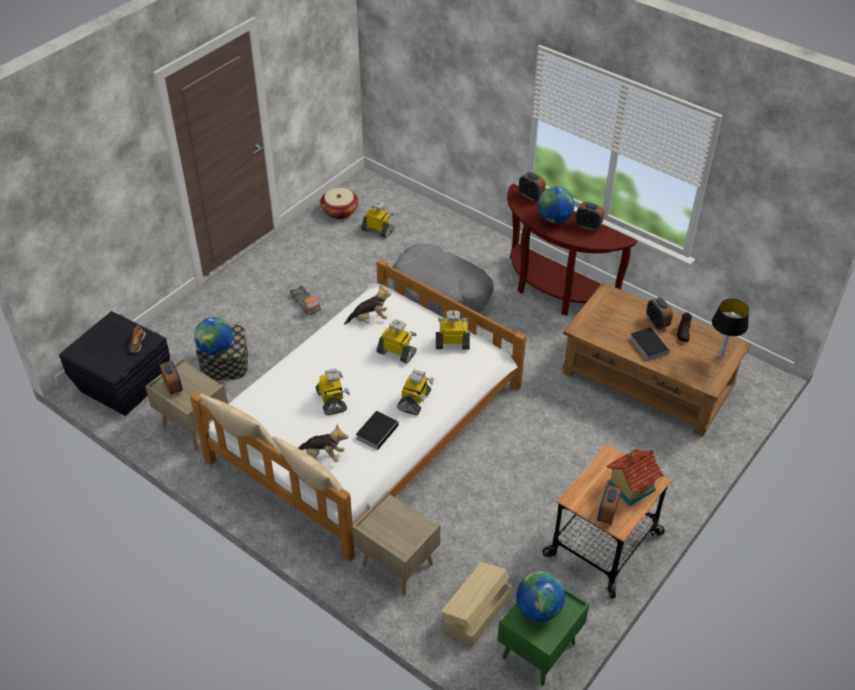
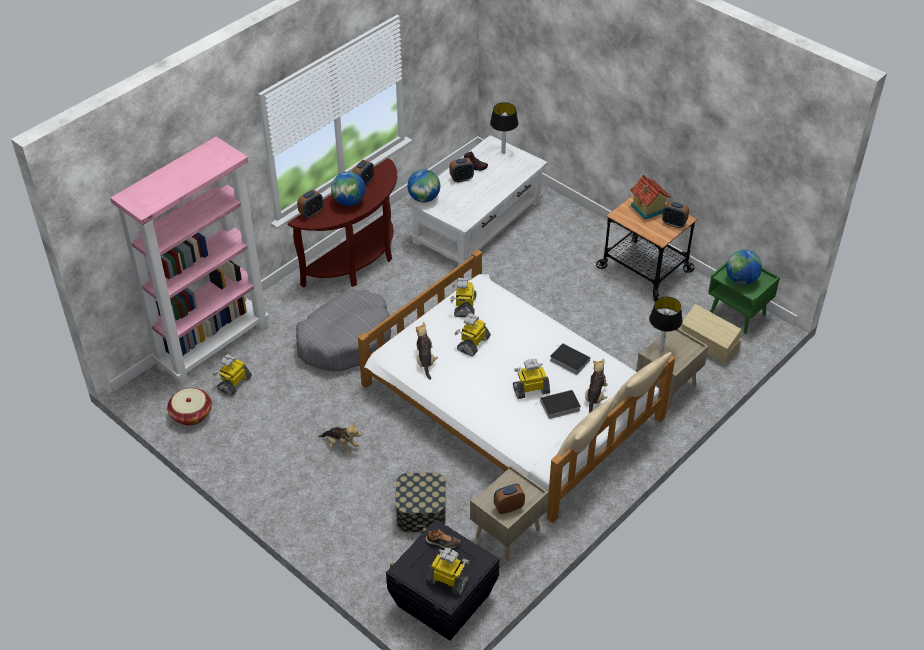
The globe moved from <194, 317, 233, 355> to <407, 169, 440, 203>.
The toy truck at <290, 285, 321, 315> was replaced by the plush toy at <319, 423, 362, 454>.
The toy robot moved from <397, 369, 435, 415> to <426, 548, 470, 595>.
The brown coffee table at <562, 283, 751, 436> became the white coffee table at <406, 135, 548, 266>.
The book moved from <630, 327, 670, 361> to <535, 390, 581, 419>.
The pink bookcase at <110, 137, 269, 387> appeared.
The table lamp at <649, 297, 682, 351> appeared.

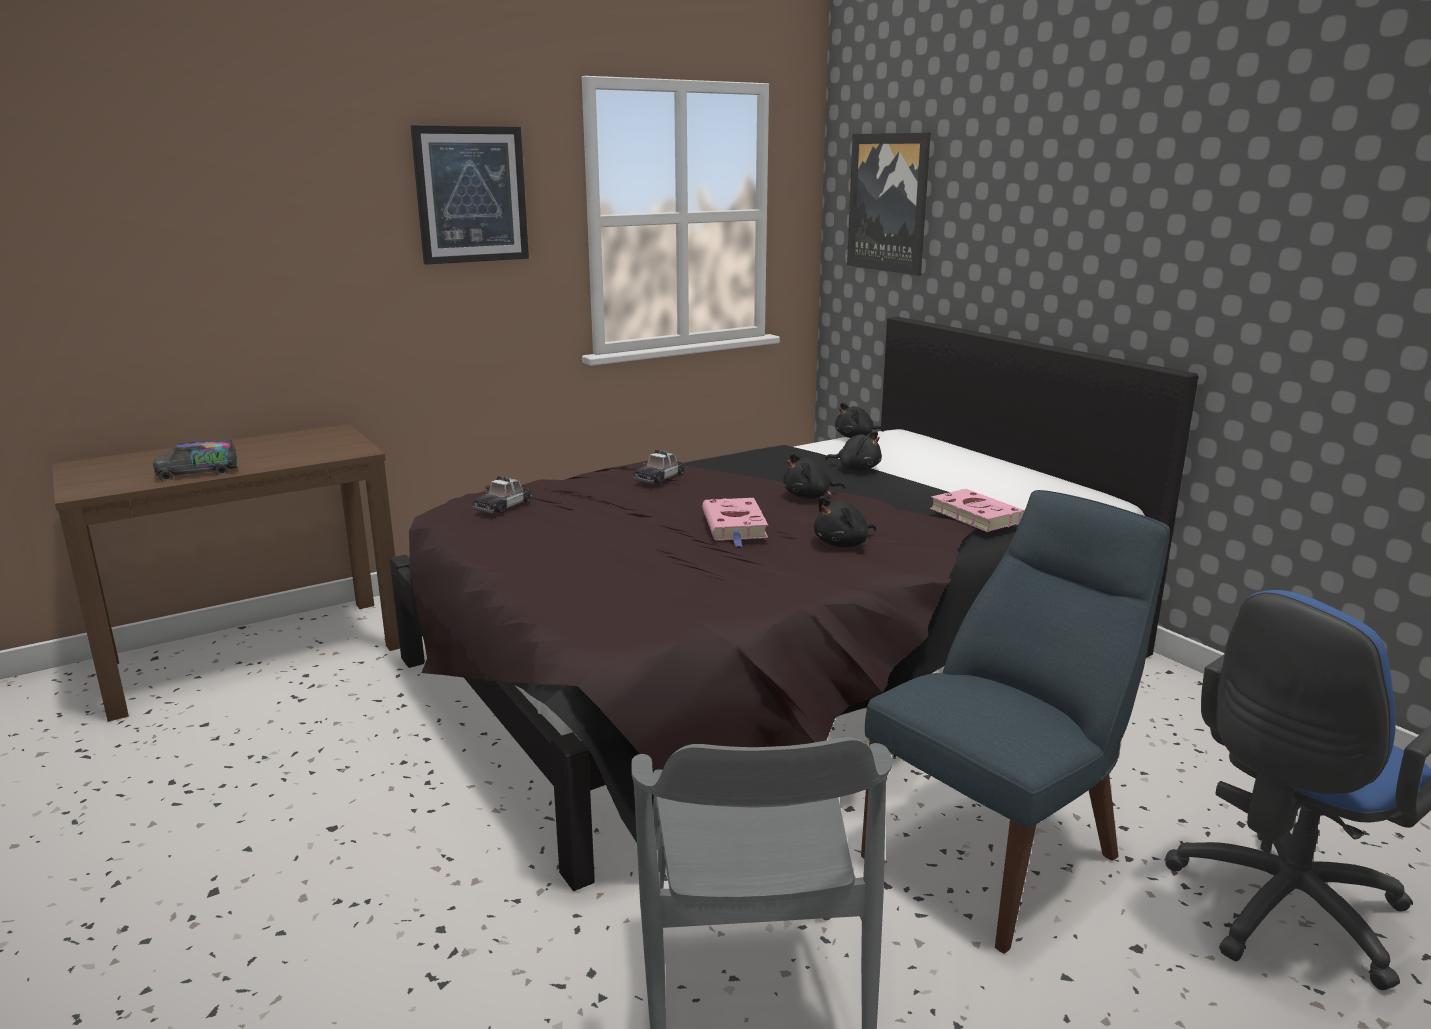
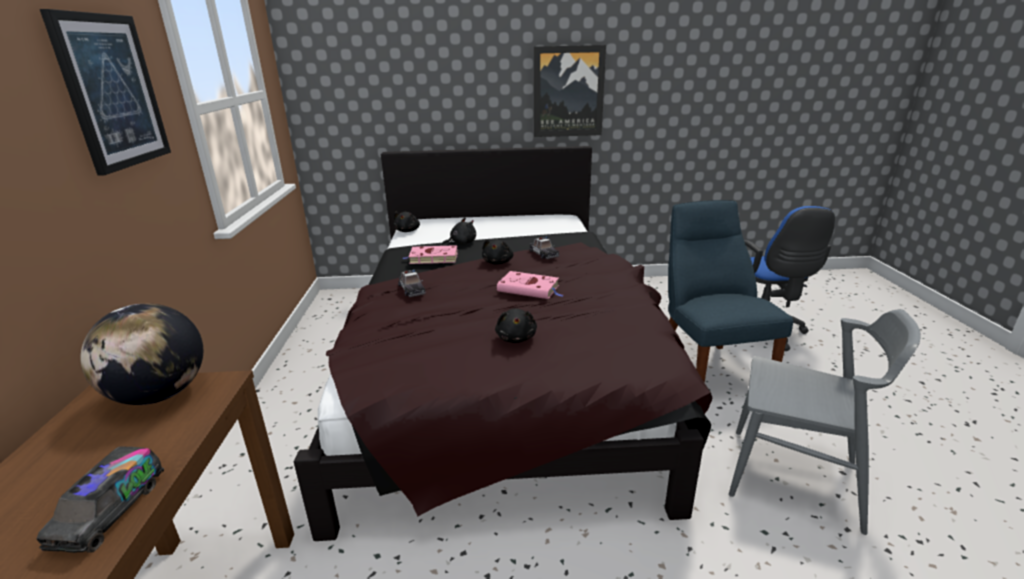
The toy car moved from <473, 476, 532, 514> to <529, 236, 559, 259>.
The black plush toy moved from <814, 496, 876, 547> to <495, 308, 537, 343>.
The picture moved from <847, 133, 931, 275> to <534, 45, 606, 137>.
The pink book moved from <930, 489, 1024, 532> to <403, 245, 458, 264>.
The globe at <80, 303, 203, 405> appeared.

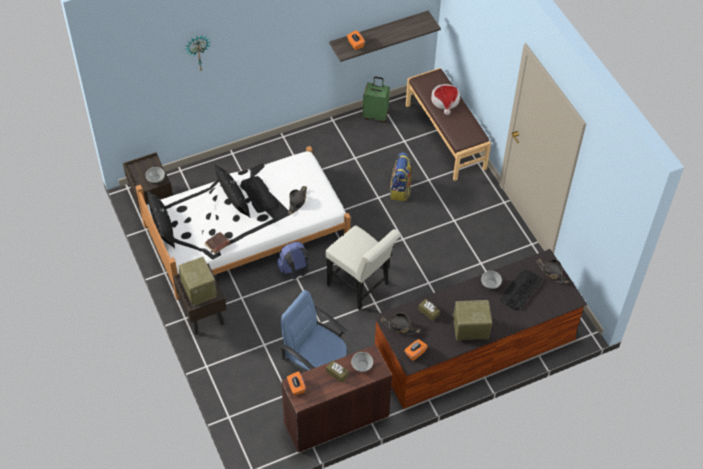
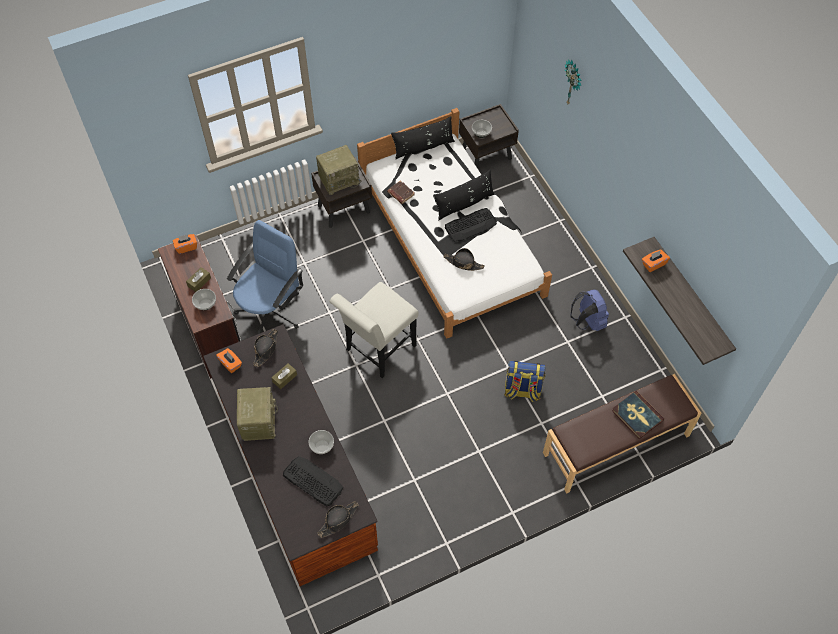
The blue backpack moved from <277, 241, 309, 279> to <570, 289, 609, 331>.
The green suitcase at <363, 76, 390, 123> disappeared.
The hat at <431, 84, 460, 115> was replaced by the book at <612, 390, 664, 439>.

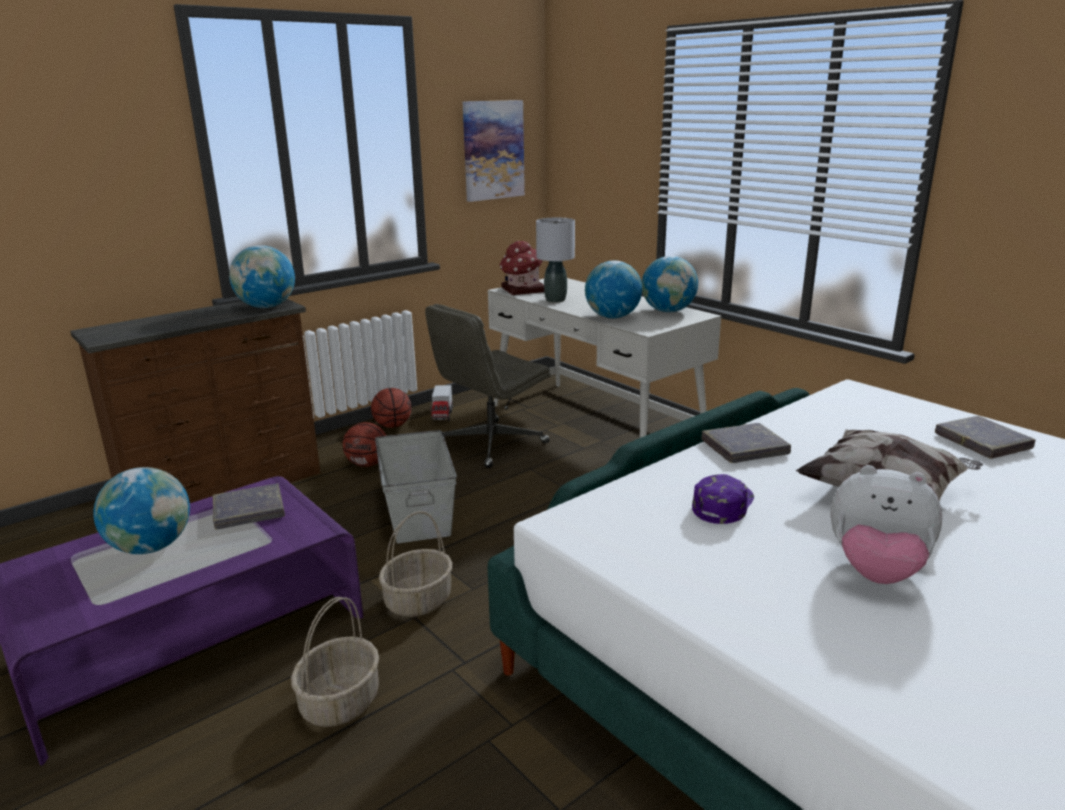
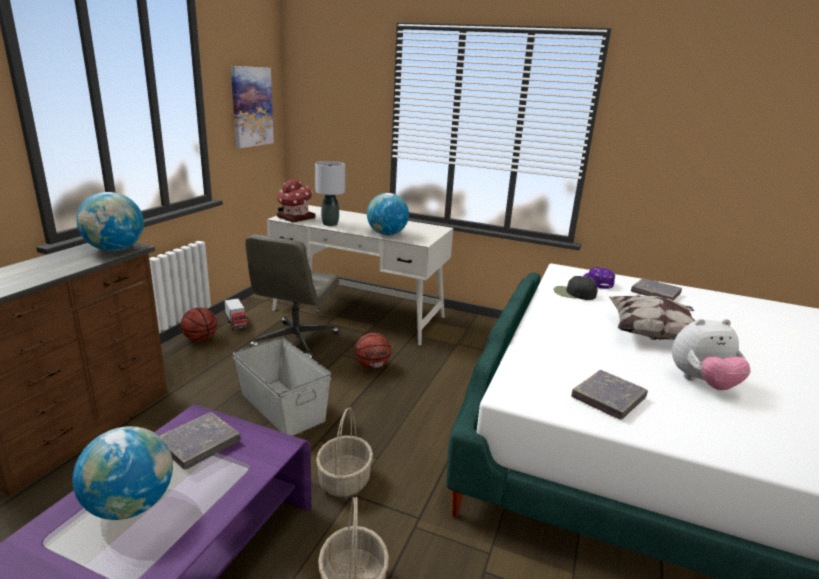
The basketball moved from <343, 422, 387, 467> to <355, 333, 391, 369>.
The globe at <642, 256, 698, 313> disappeared.
The purple cap moved from <692, 474, 754, 524> to <584, 267, 615, 289>.
The grey book moved from <702, 423, 791, 463> to <571, 370, 648, 420>.
The black cap at <554, 276, 598, 300> appeared.

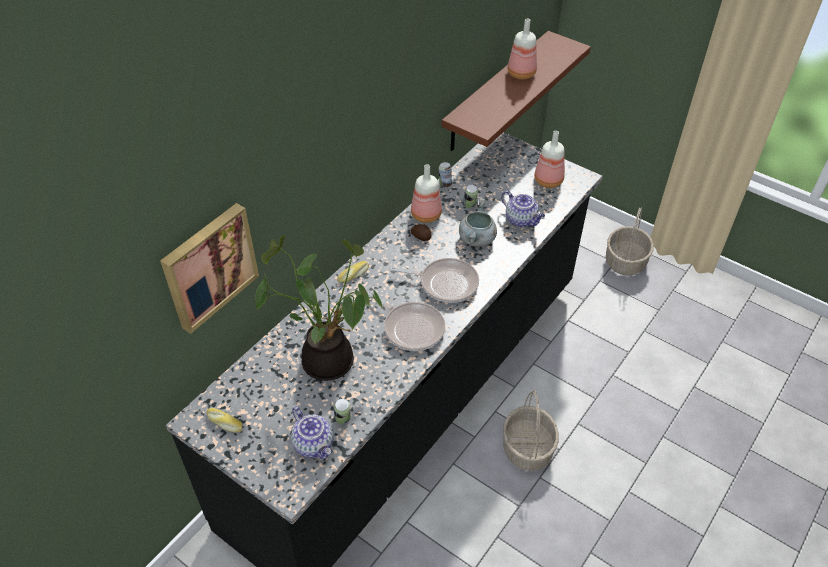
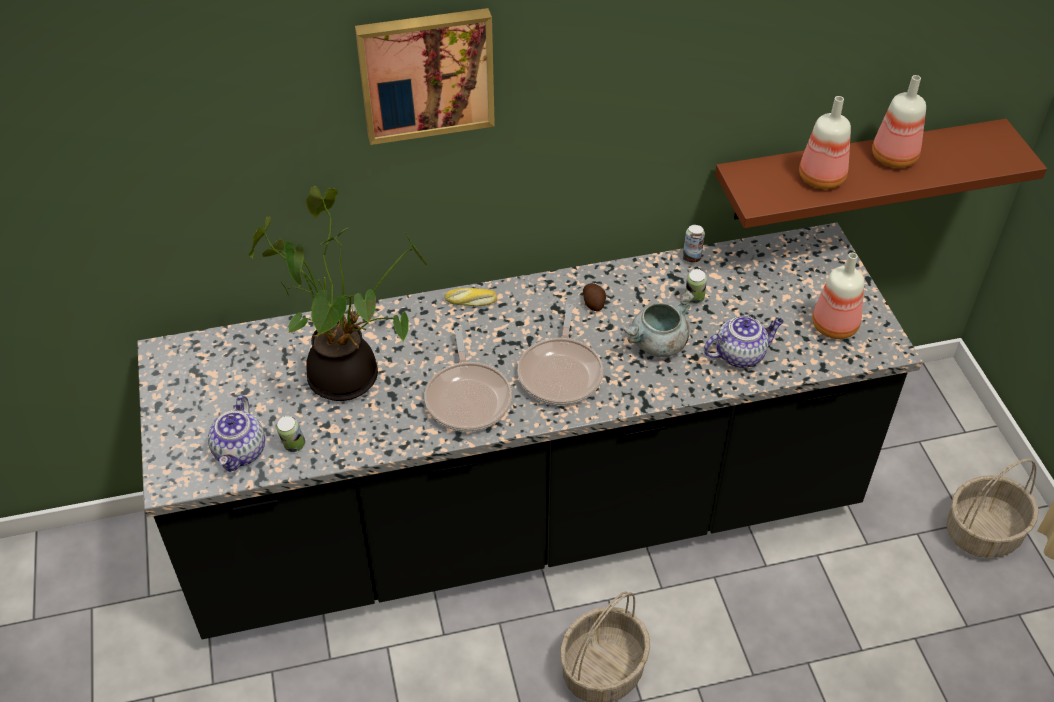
The picture moved from <160, 203, 259, 334> to <355, 8, 495, 145>.
The bread at <207, 408, 243, 432> disappeared.
The frying pan at <390, 258, 479, 303> turned 45 degrees clockwise.
The bottle moved from <411, 164, 442, 223> to <799, 96, 851, 189>.
The teapot at <501, 190, 545, 228> turned 105 degrees counterclockwise.

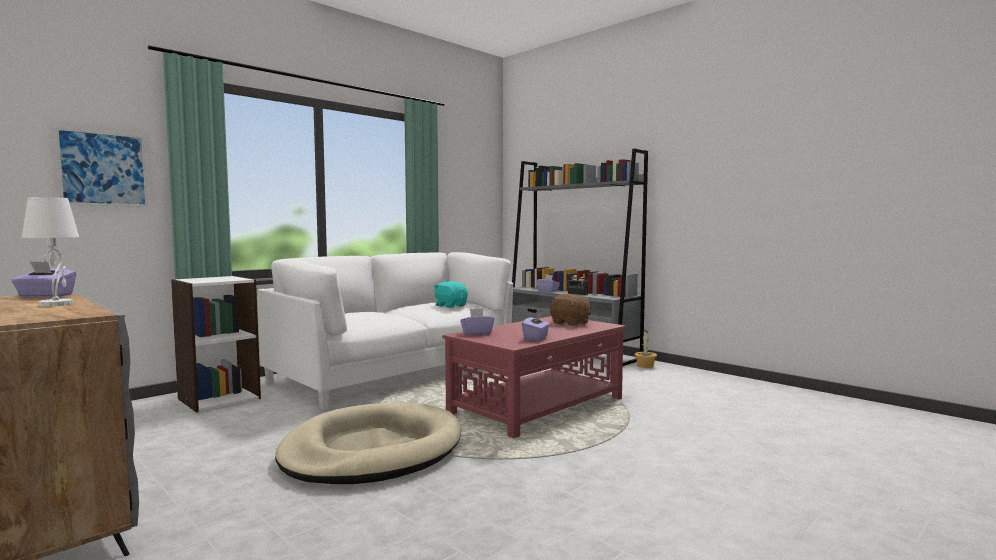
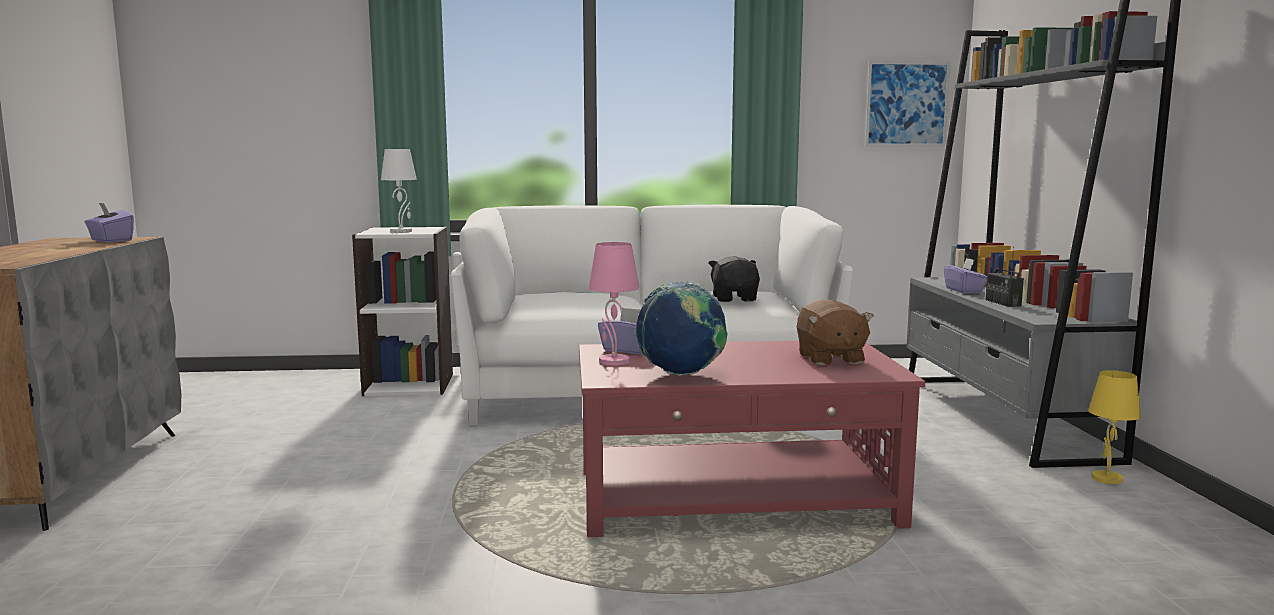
The white table lamp moved from <22, 197, 79, 307> to <381, 149, 417, 233>.
The picture moved from <55, 127, 148, 207> to <865, 61, 951, 147>.
The beige dog bed at <275, 403, 461, 484> disappeared.
The turquoise plush toy at <433, 281, 468, 308> became the black plush toy at <708, 256, 760, 302>.
The purple tissue box at <522, 313, 550, 341> was replaced by the globe at <634, 282, 728, 376>.
The potted plant at <634, 330, 657, 368> was replaced by the yellow table lamp at <1088, 370, 1141, 484>.
The pink table lamp at <589, 242, 639, 366> appeared.

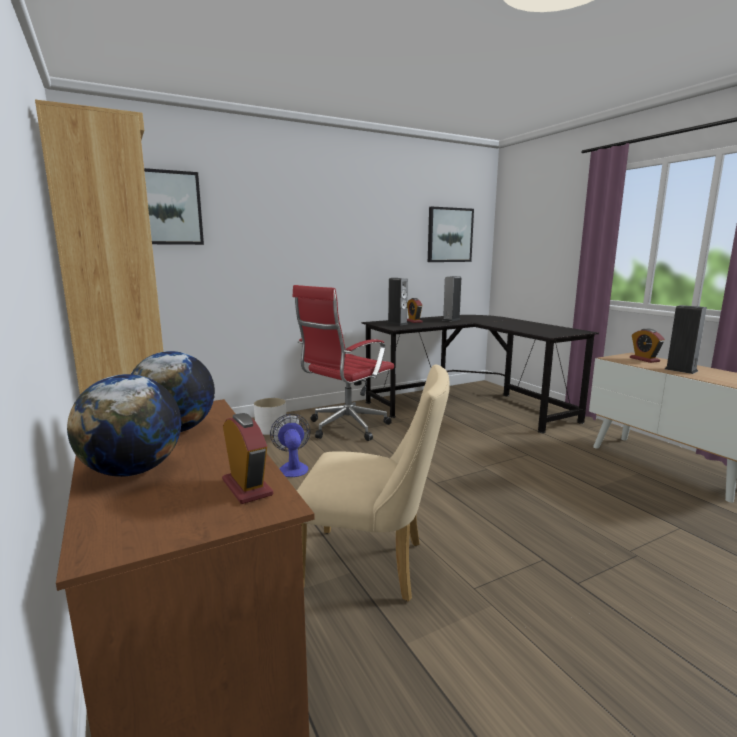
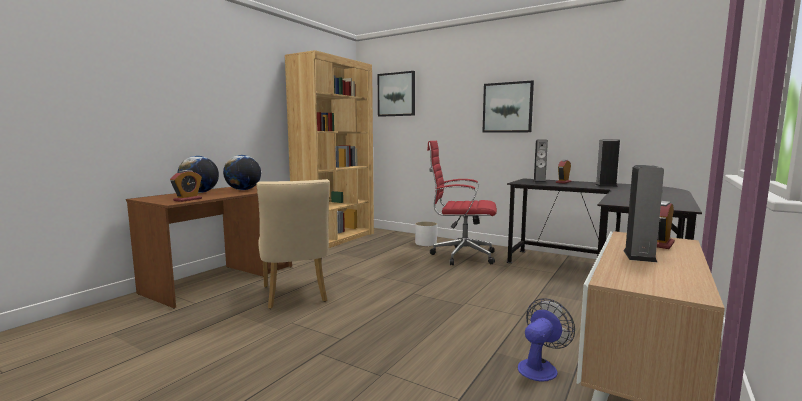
The fan moved from <270, 414, 311, 477> to <518, 298, 575, 382>.
The picture moved from <428, 207, 474, 262> to <482, 80, 534, 133>.

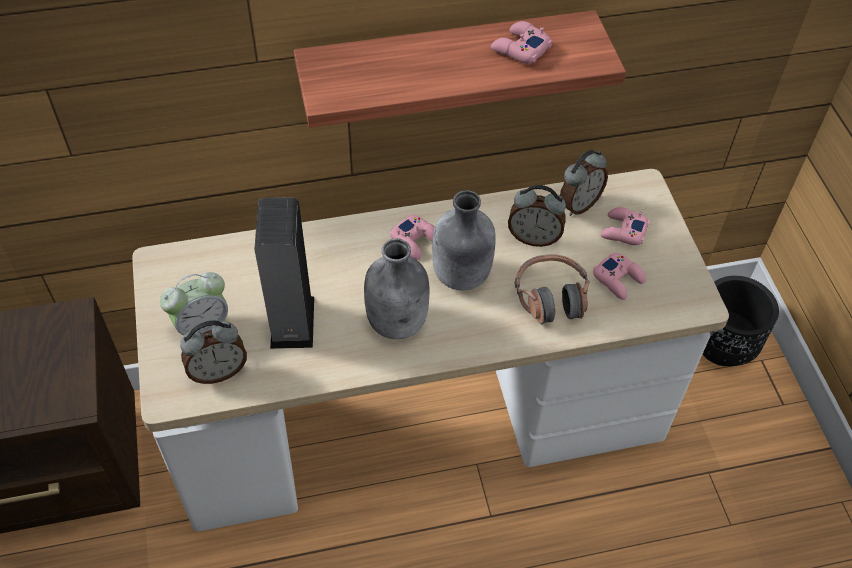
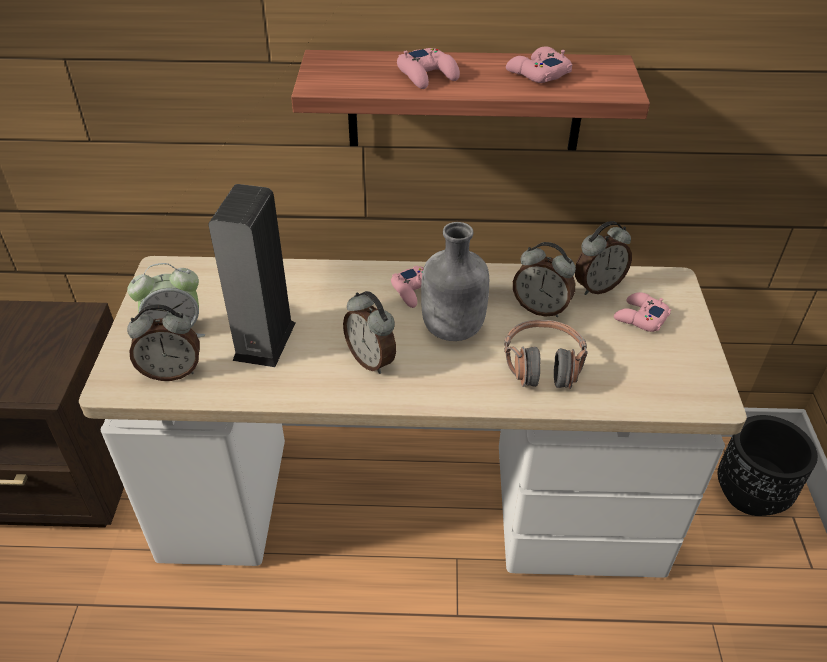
The grey bottle at <364, 238, 429, 339> was replaced by the alarm clock at <343, 291, 396, 374>.
The pink game controller moved from <593, 252, 646, 300> to <397, 48, 460, 89>.

